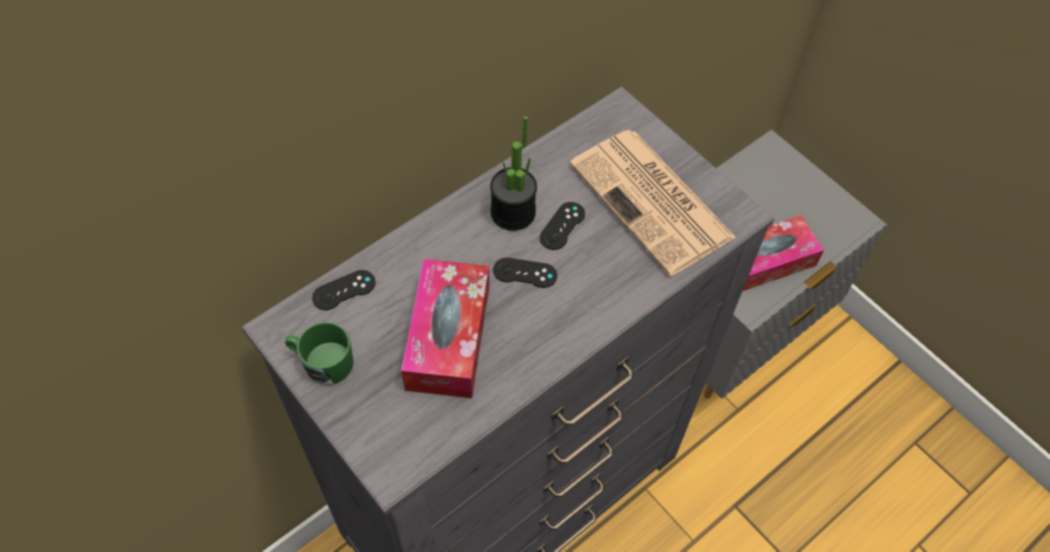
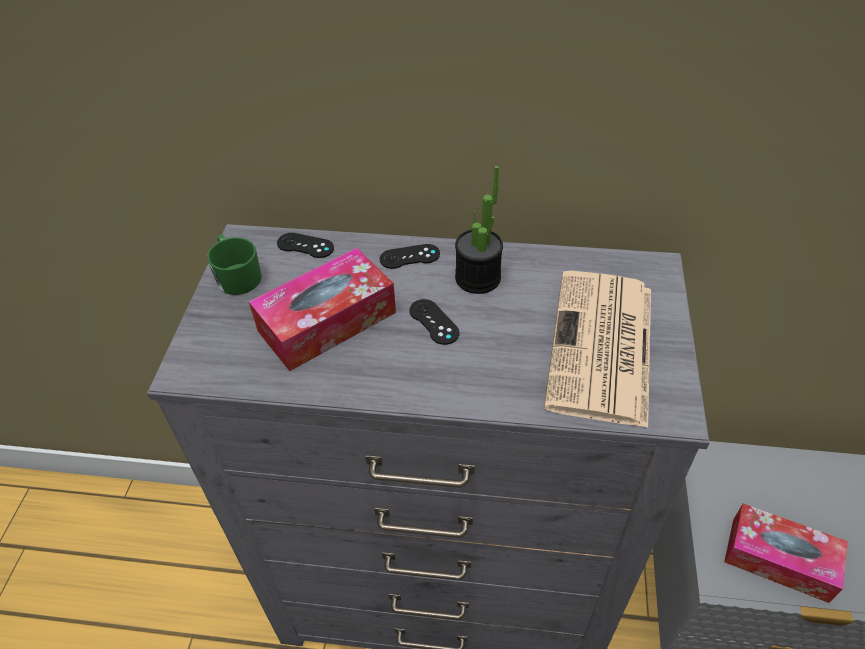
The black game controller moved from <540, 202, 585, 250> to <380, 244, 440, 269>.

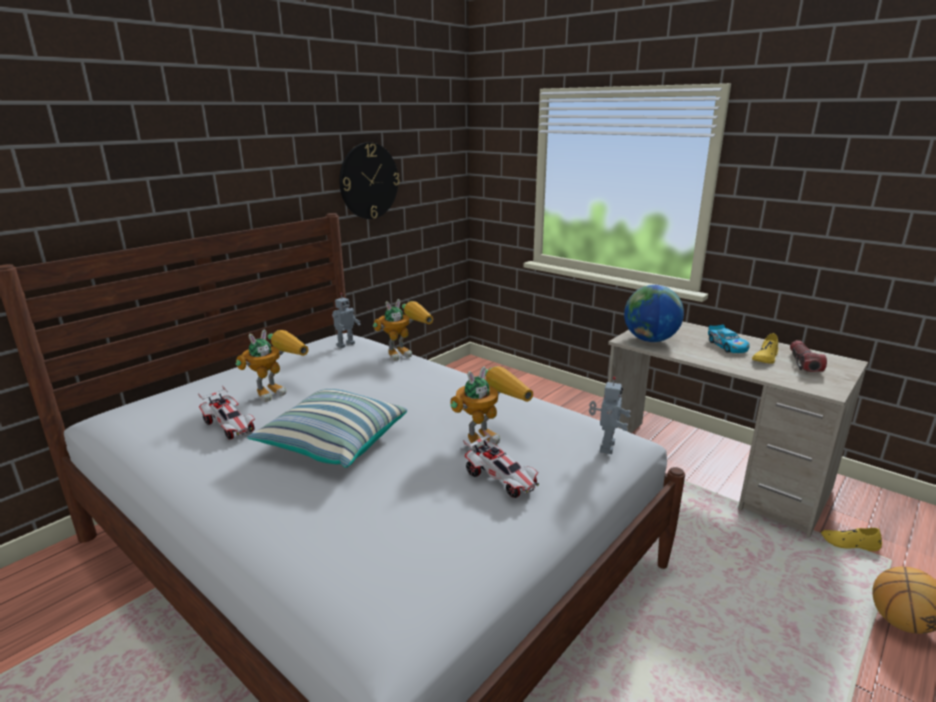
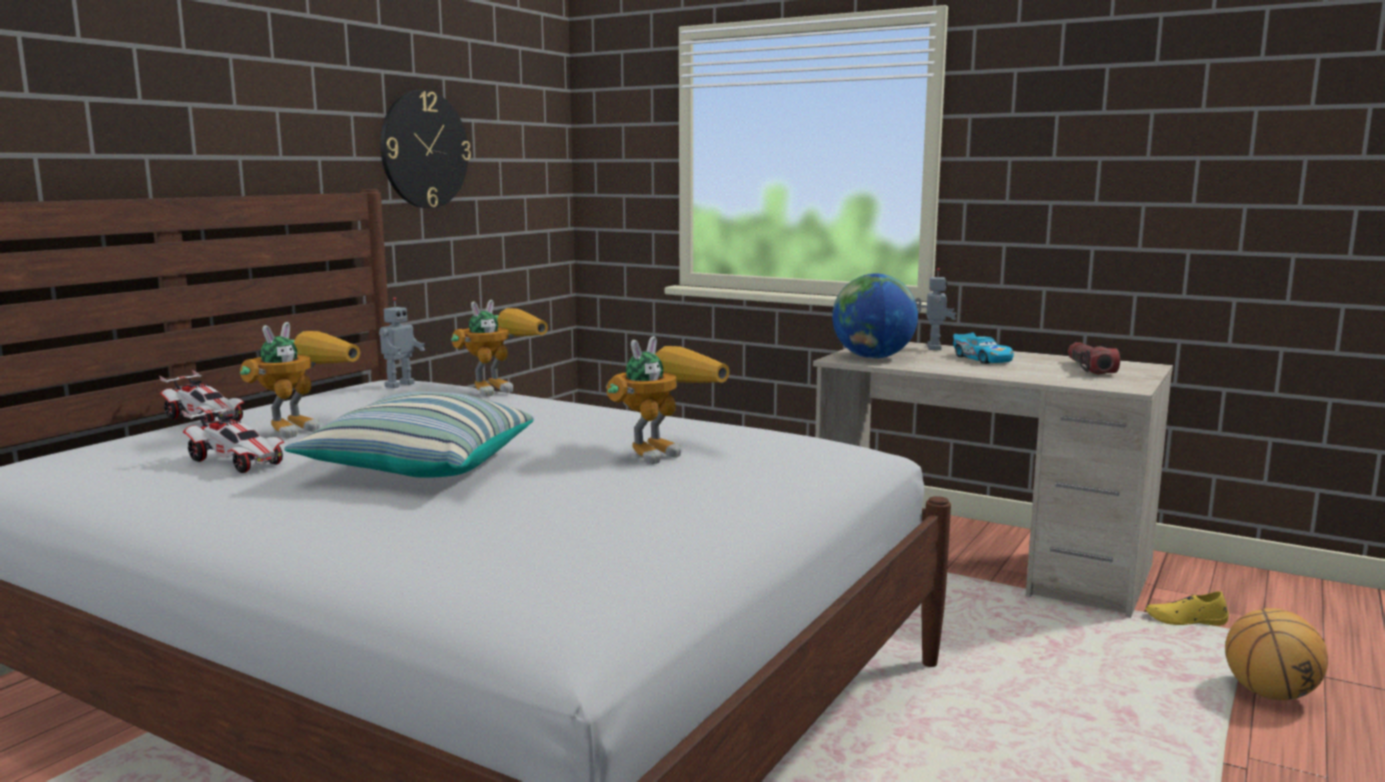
The toy car moved from <463, 430, 539, 498> to <159, 370, 244, 423>.
The toy robot moved from <589, 377, 631, 454> to <915, 268, 957, 350>.
The yellow shoe at <752, 333, 778, 364> disappeared.

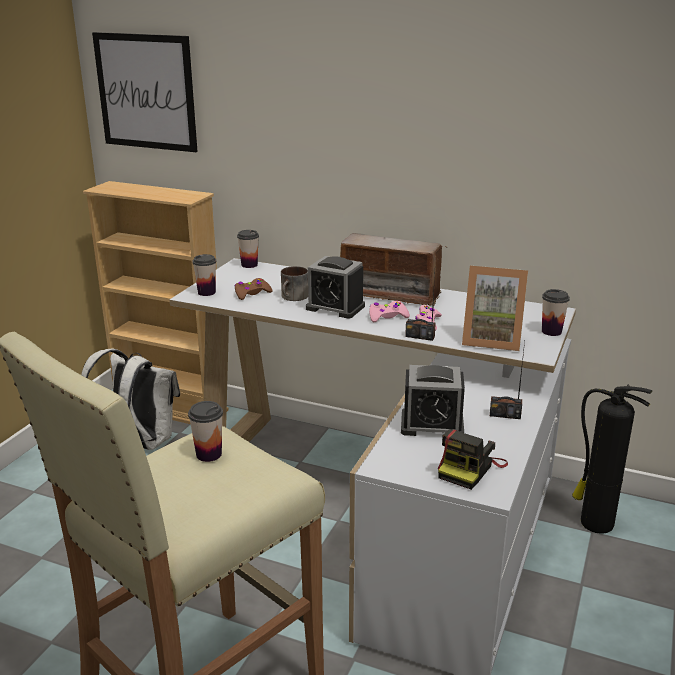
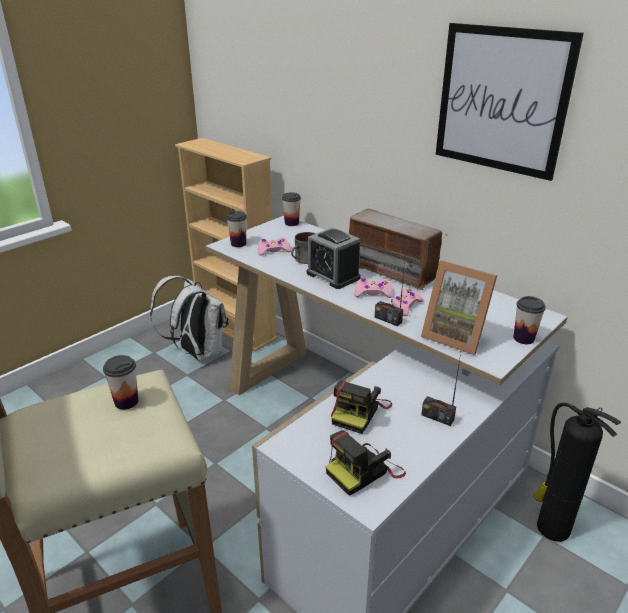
The picture moved from <92, 32, 198, 152> to <436, 23, 584, 181>.
The brown game controller at <235, 278, 273, 300> became the pink game controller at <258, 238, 291, 256>.
The alarm clock at <401, 365, 465, 436> was replaced by the photo camera at <331, 381, 392, 434>.

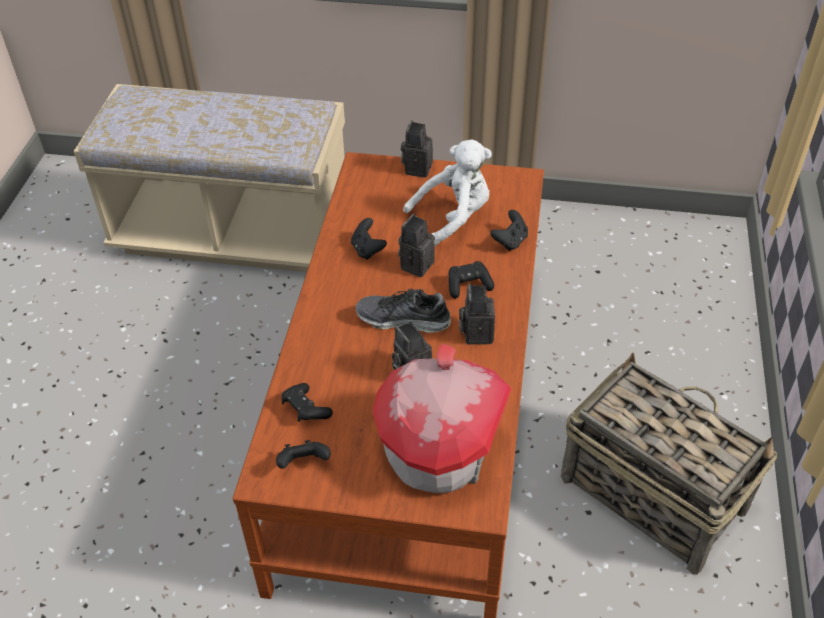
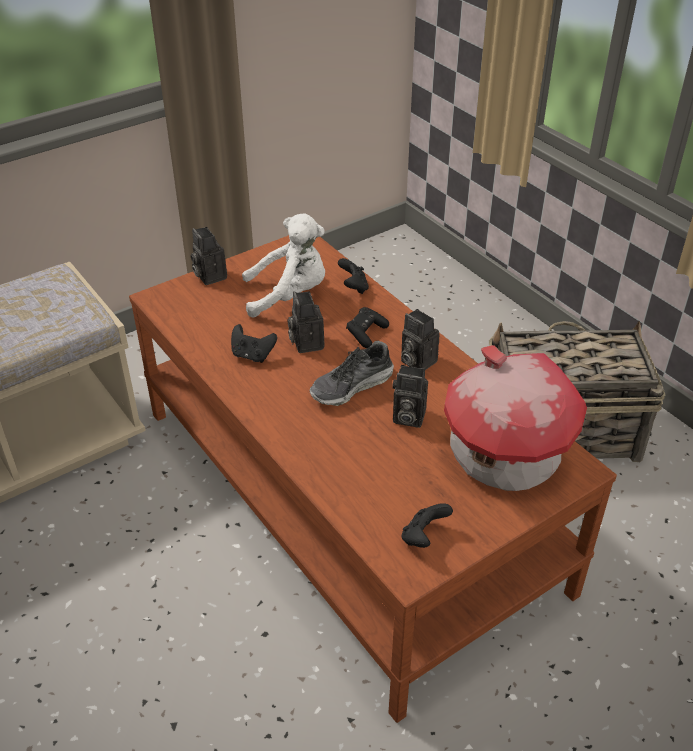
The black game controller at <282, 383, 333, 422> disappeared.
The white plush toy at <403, 140, 492, 246> turned 60 degrees clockwise.

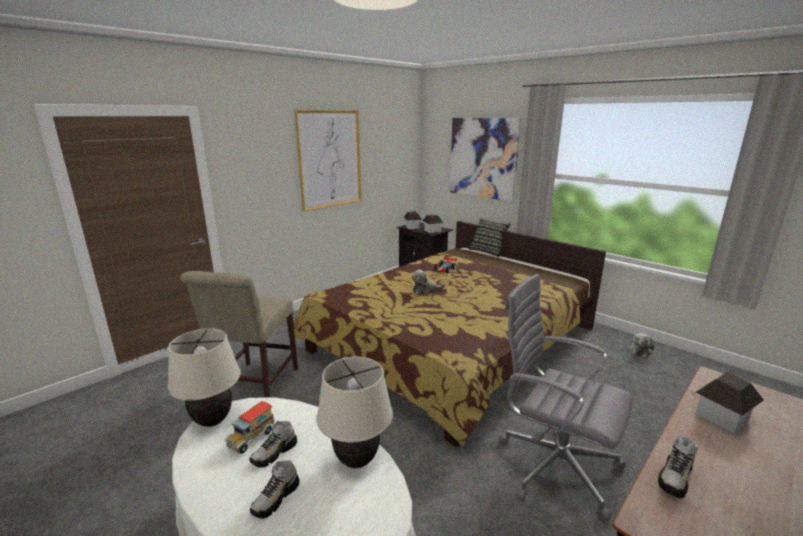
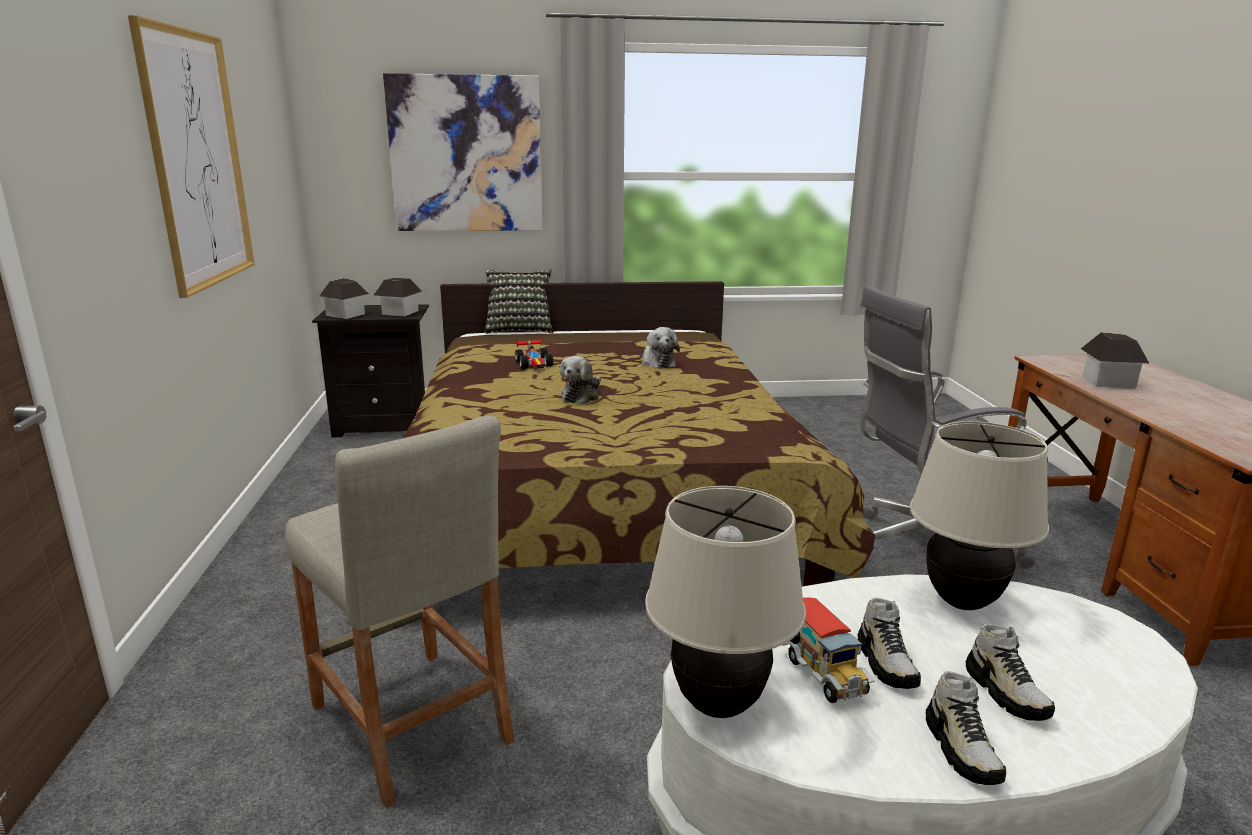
The beige chair at <180, 271, 298, 398> was replaced by the beige stool at <285, 416, 515, 809>.
The plush toy moved from <628, 333, 654, 357> to <642, 327, 680, 369>.
The shoe moved from <658, 437, 698, 499> to <926, 671, 1006, 785>.

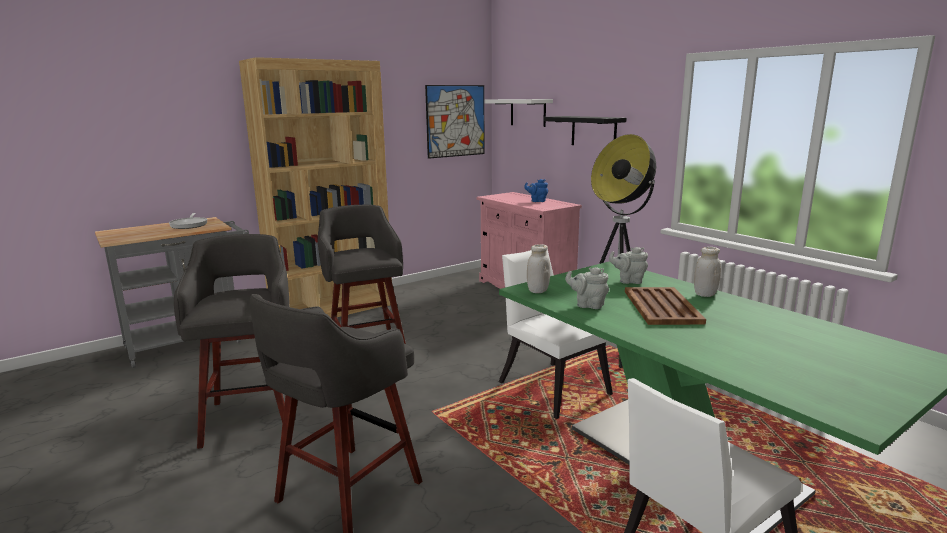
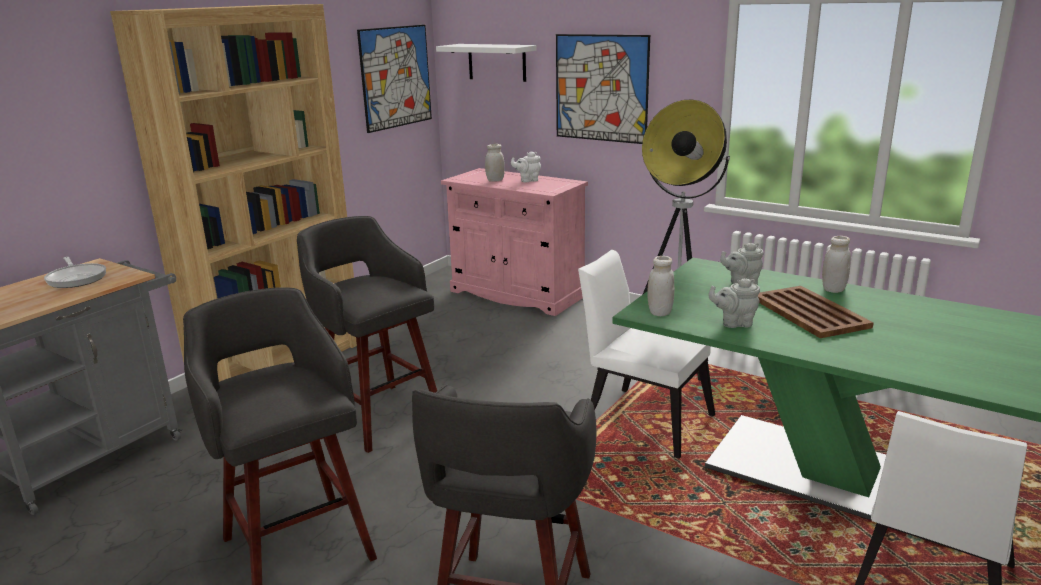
The blue teapot at <524, 179, 548, 202> became the white teapot at <511, 151, 541, 182>.
The black shelf at <544, 116, 627, 145> was replaced by the picture at <556, 34, 650, 144>.
The white jar at <485, 144, 505, 182> appeared.

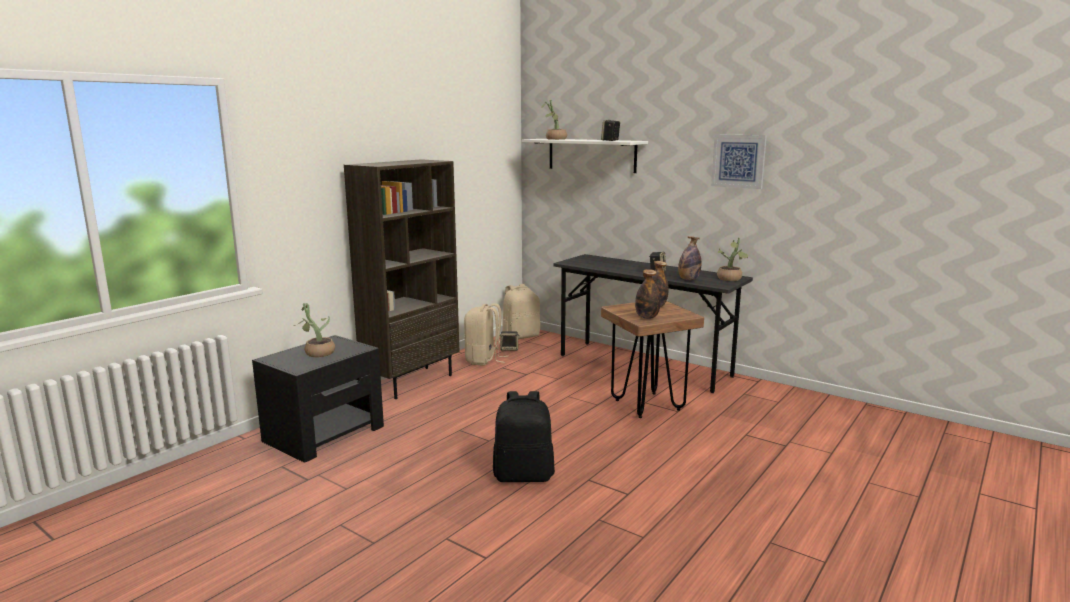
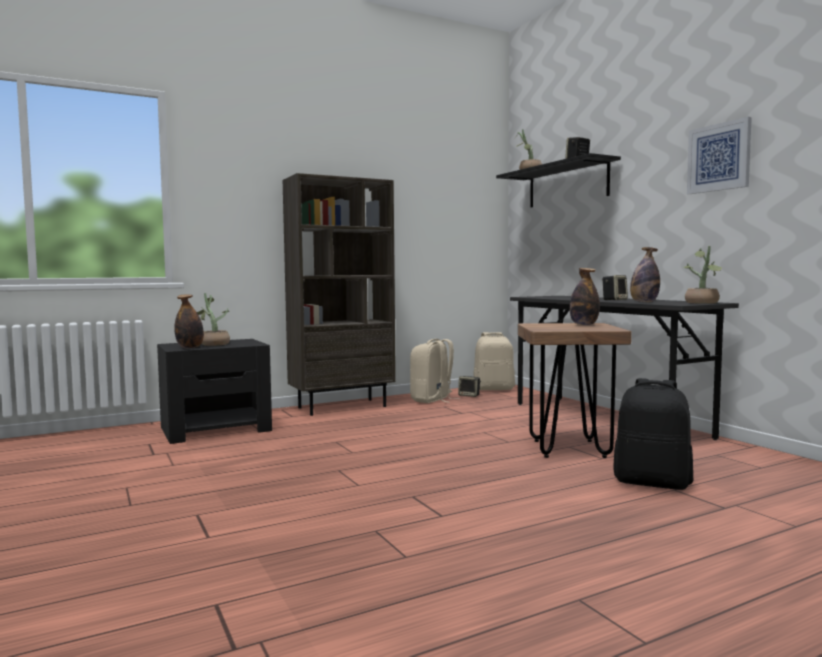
The black backpack moved from <493, 391, 555, 482> to <613, 378, 693, 490>.
The white shelf at <522, 139, 648, 173> became the black shelf at <496, 153, 621, 207>.
The bottle moved from <635, 269, 661, 319> to <174, 294, 204, 348>.

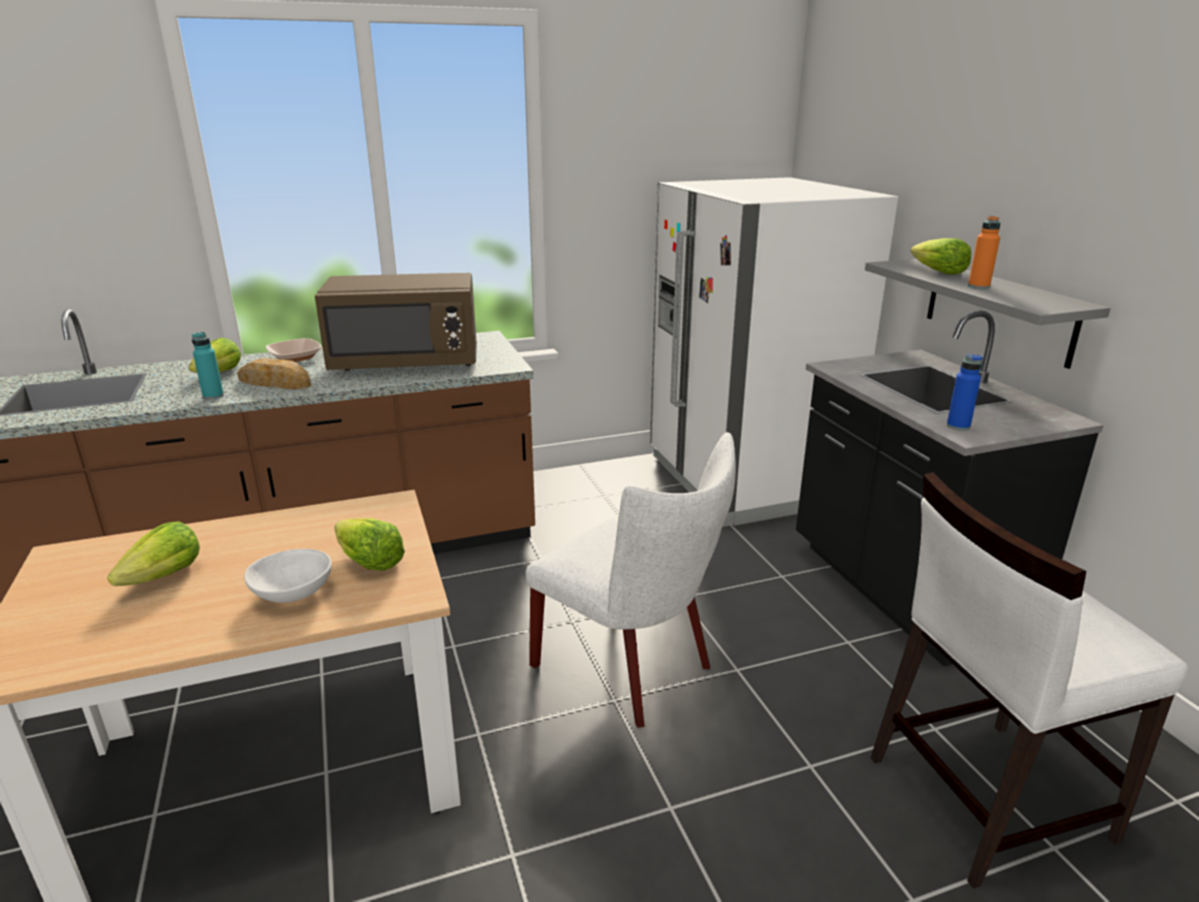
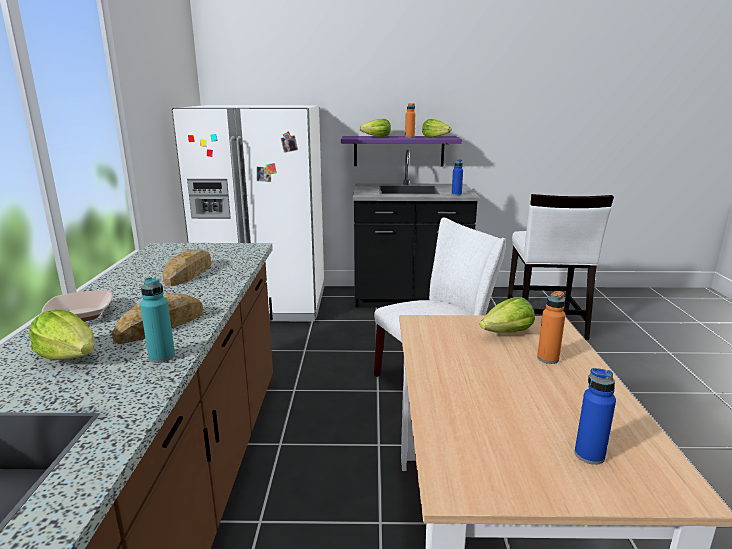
The lettuce moved from <107, 521, 200, 586> to <422, 119, 451, 138>.
The white bowl at <244, 549, 332, 603> was replaced by the orange bottle at <537, 291, 566, 364>.
The brown microwave at <315, 273, 477, 371> was replaced by the bread at <162, 249, 211, 286>.
The grey shelf at <865, 259, 1111, 369> became the purple shelf at <341, 136, 462, 166>.
The blue bottle at <574, 368, 616, 465> appeared.

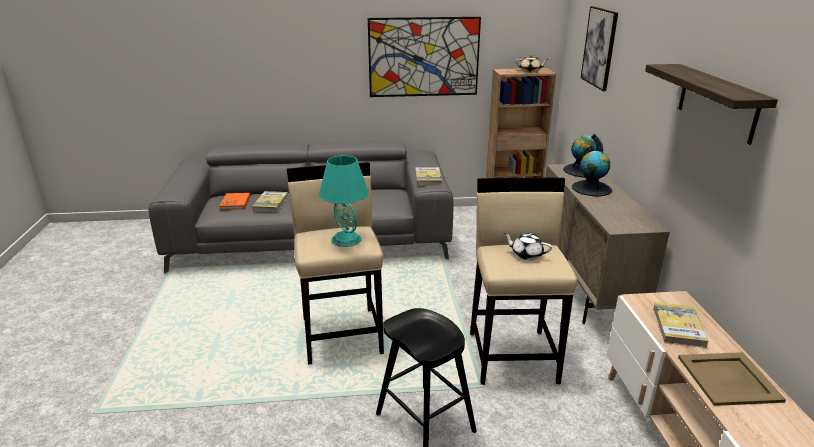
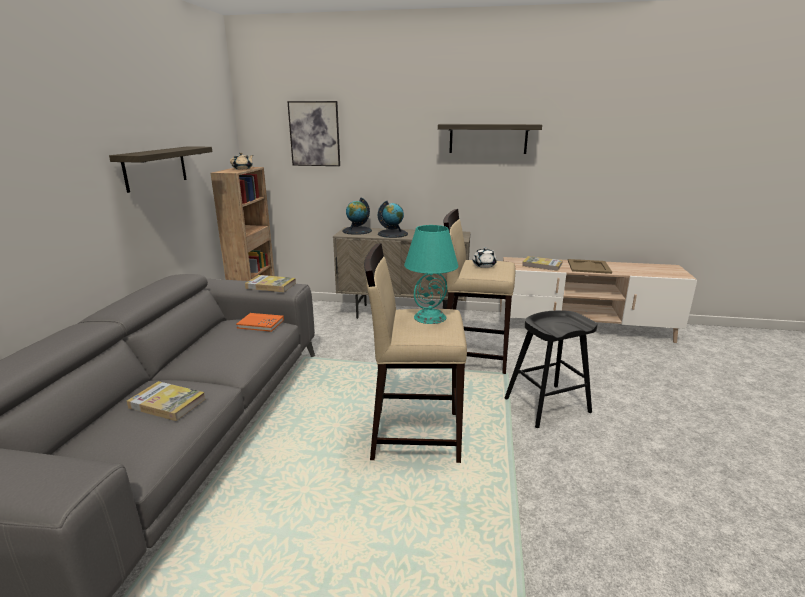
The orange book moved from <219, 193, 250, 210> to <236, 313, 284, 332>.
The picture at <368, 17, 481, 97> was replaced by the shelf at <109, 146, 212, 193>.

